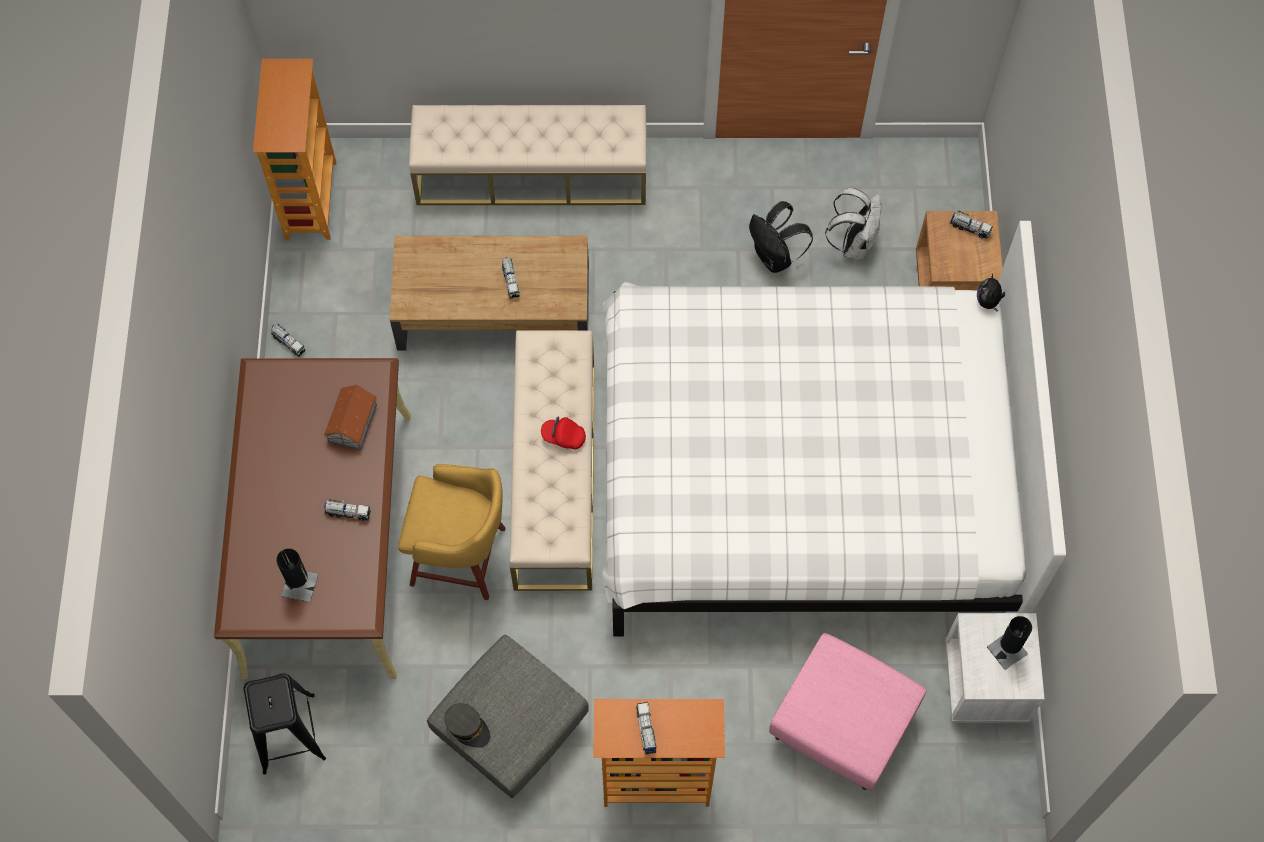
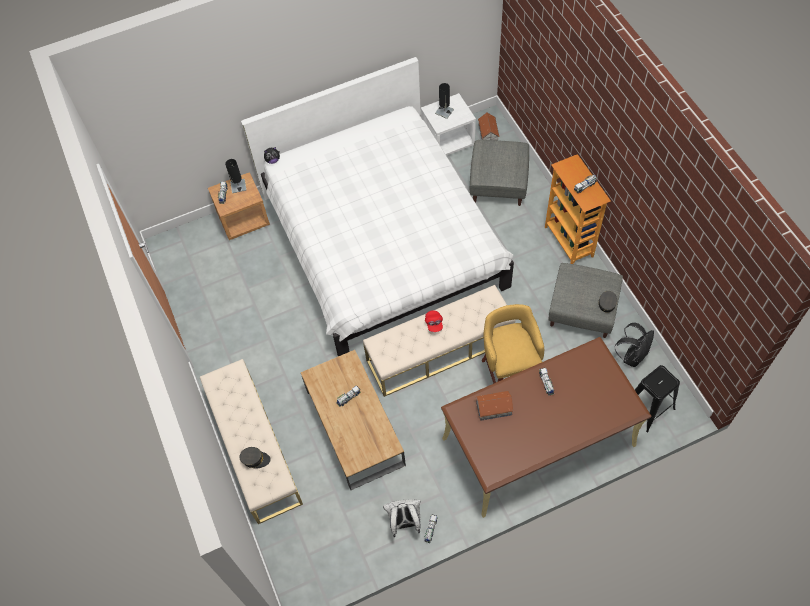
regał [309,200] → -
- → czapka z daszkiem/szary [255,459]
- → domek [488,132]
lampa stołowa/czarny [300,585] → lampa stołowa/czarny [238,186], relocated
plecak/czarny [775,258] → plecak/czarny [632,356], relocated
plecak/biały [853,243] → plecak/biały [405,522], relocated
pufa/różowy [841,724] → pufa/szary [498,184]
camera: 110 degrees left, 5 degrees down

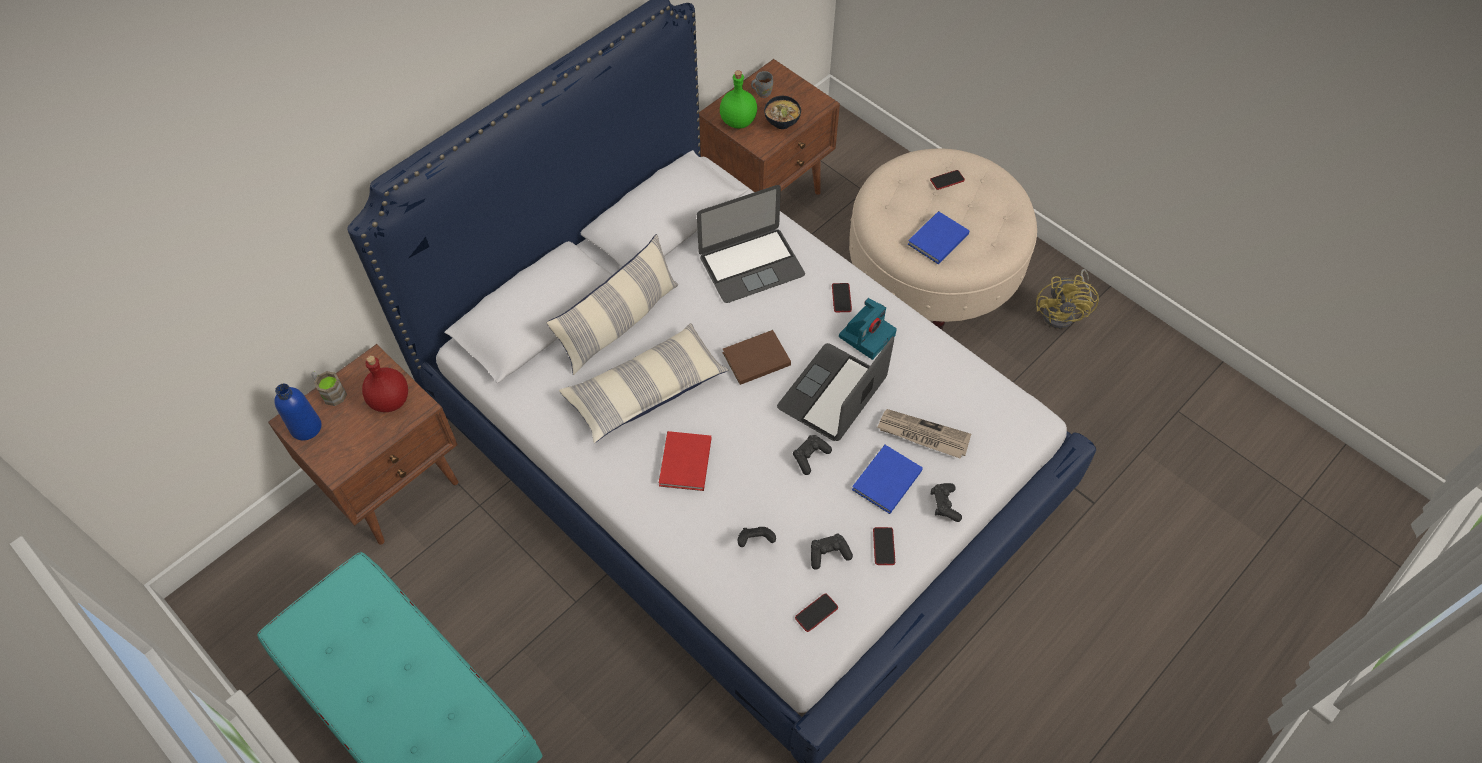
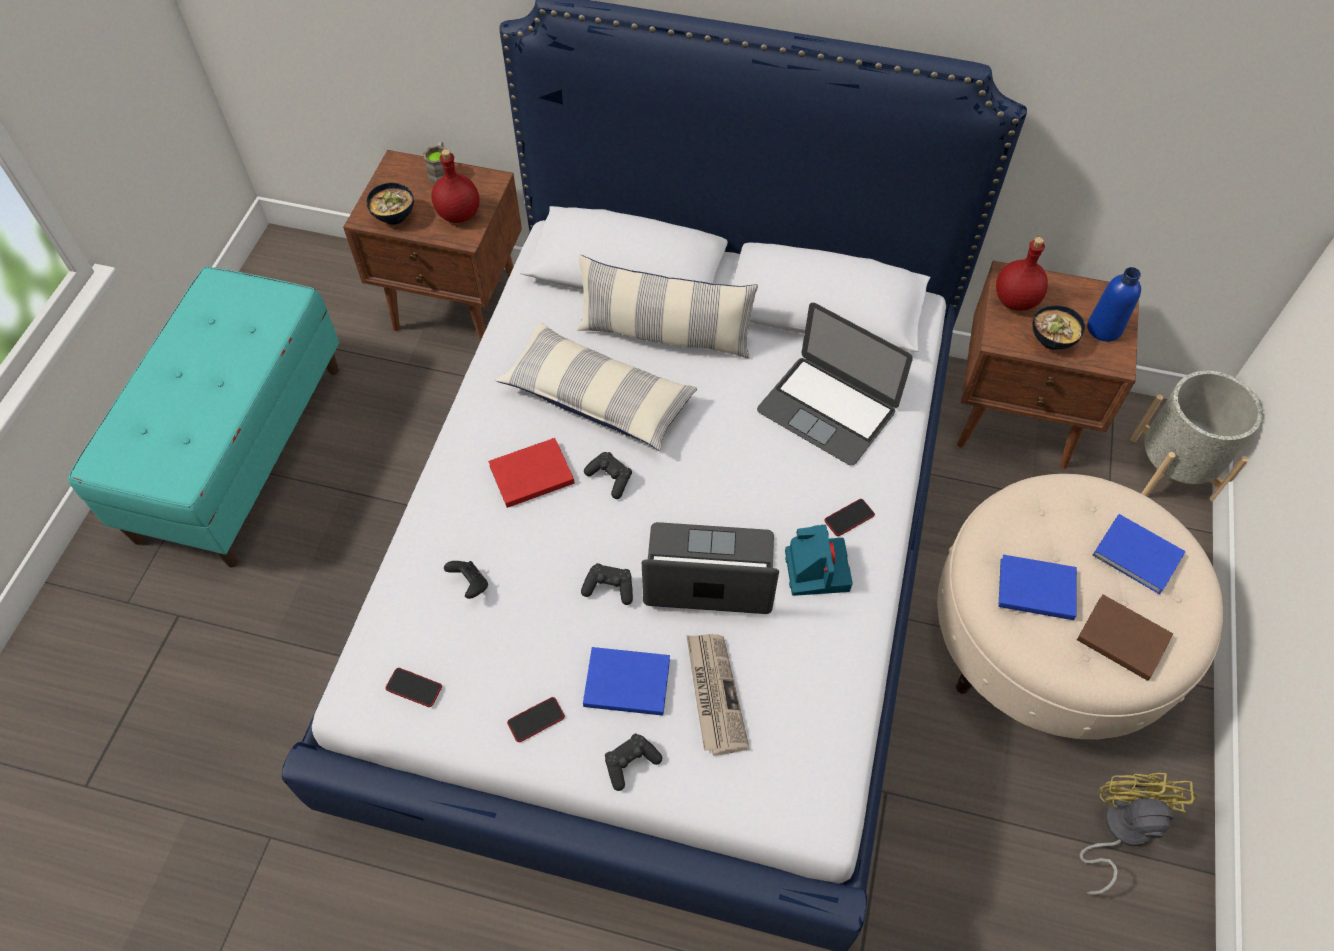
kubek/szary [762,92] → -
- → miska [395,215]
- → donica/szary [1172,468]
butelka/niebieski [306,427] → butelka/niebieski [1104,329], relocated
książka/brązowy [754,359] → książka/brązowy [1121,636], relocated
pad do gier/czarny [828,554] → pad do gier/czarny [610,478], relocated
telefon [947,180] → książka/niebieski [1138,557]
butelka/zielony [737,122] → butelka/czerwony [1014,300]
aparat fotograficzny [867,335] → aparat fotograficzny [816,568], 105 degrees counterclockwise
wentylator/żółty [1063,313] → wentylator/żółty [1119,829], 120 degrees clockwise
camera: 60 degrees right, 0 degrees up

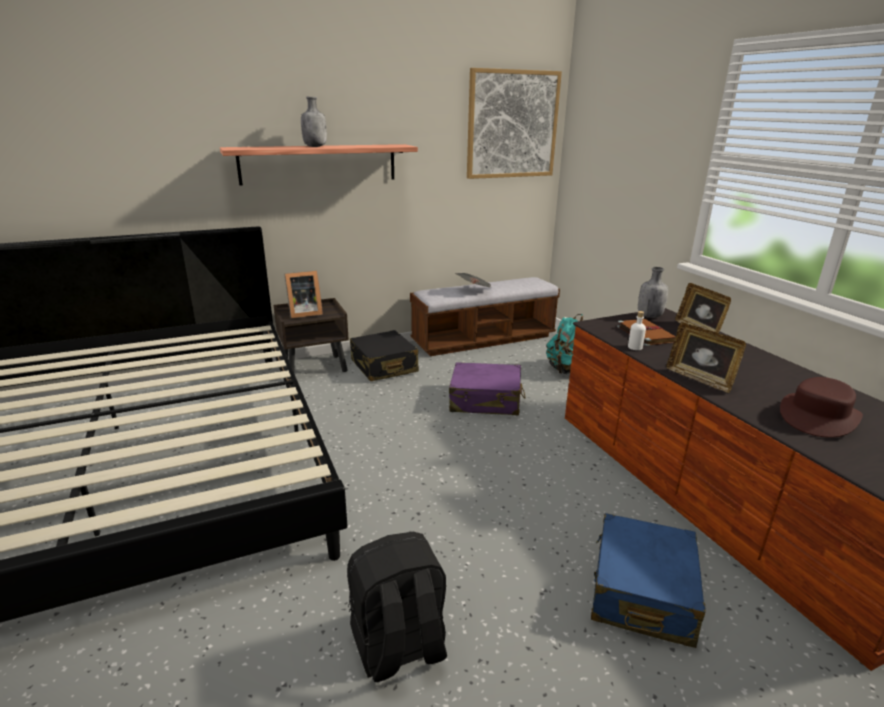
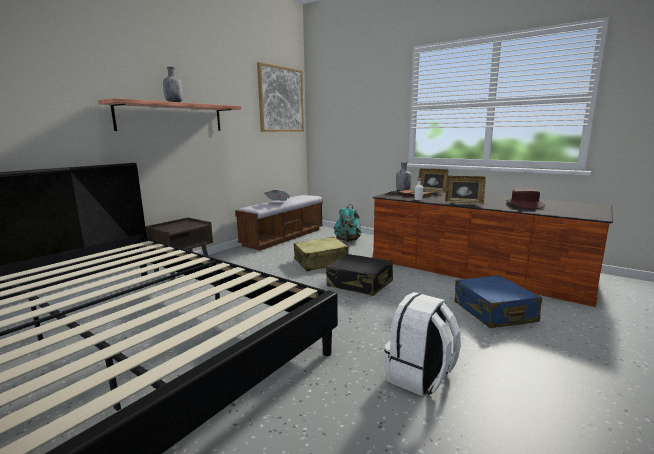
ramka na zdjęcie [303,313] → -
walizka/czarny [384,366] → walizka/czarny [360,284], relocated
plecak/czarny [398,647] → plecak/biały [420,377]
walizka/fioletowy [486,400] → walizka/beżowy [321,262]
camera: 30 degrees left, 10 degrees down

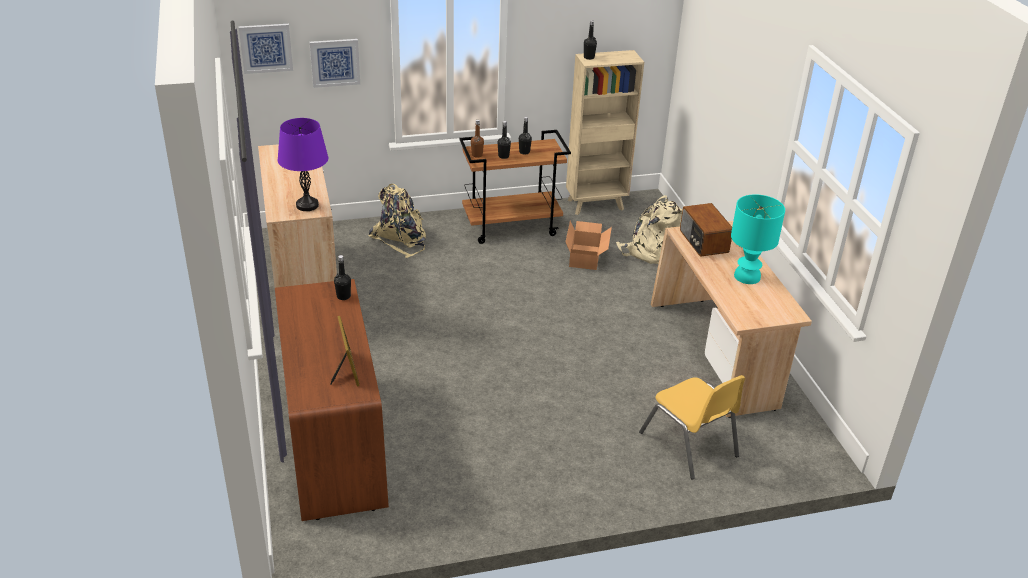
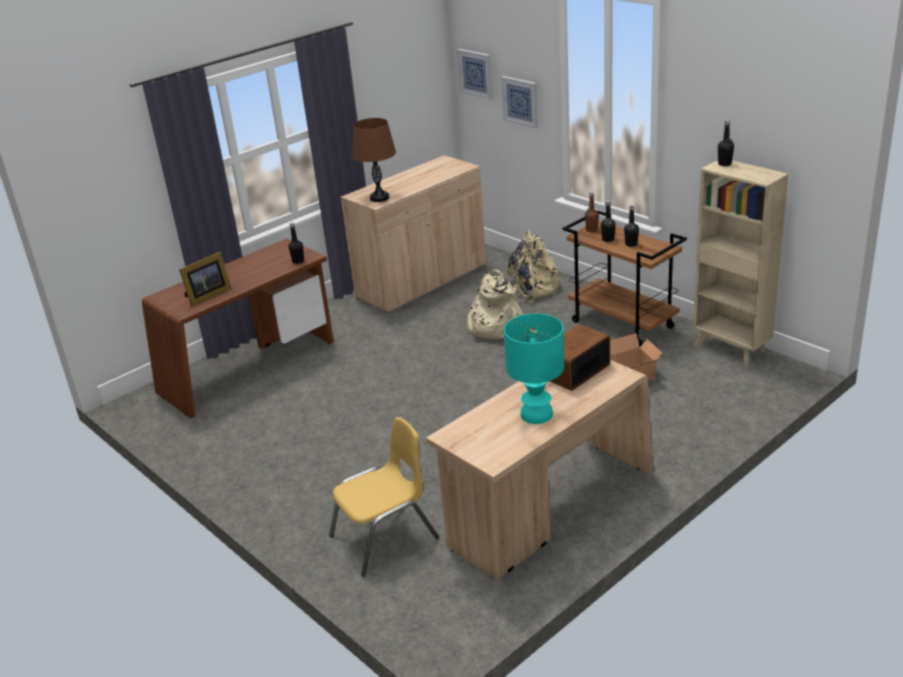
plecak/beżowy [651,251] → plecak/beżowy [493,327], relocated
lampa stołowa/fioletowy [307,205] → lampa stołowa/brązowy [379,198]
krzesło/żółty [689,444] → krzesło/żółty [385,538], 150 degrees counterclockwise
camera: 65 degrees right, 5 degrees down

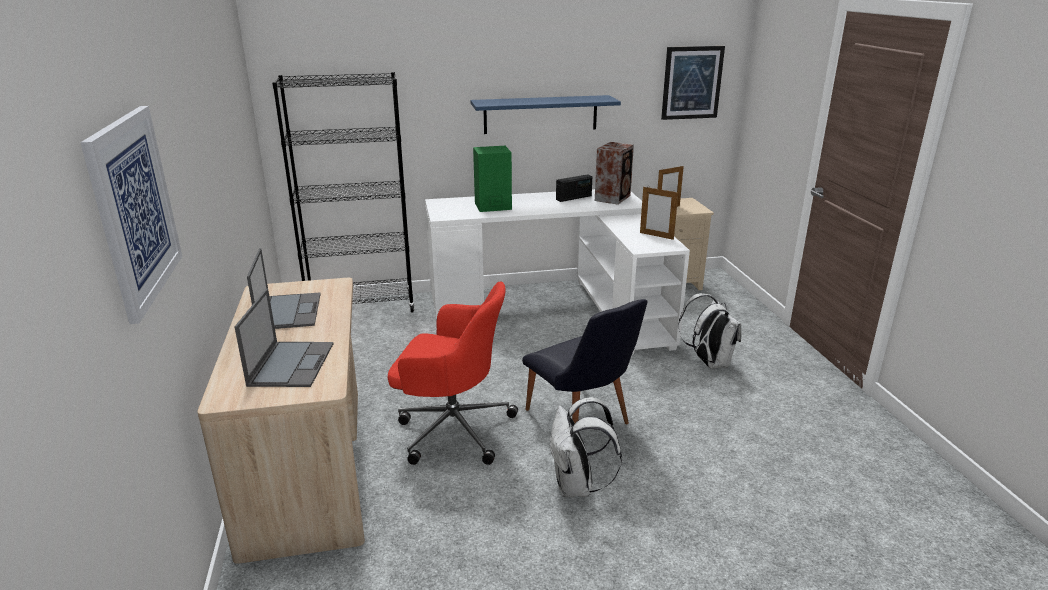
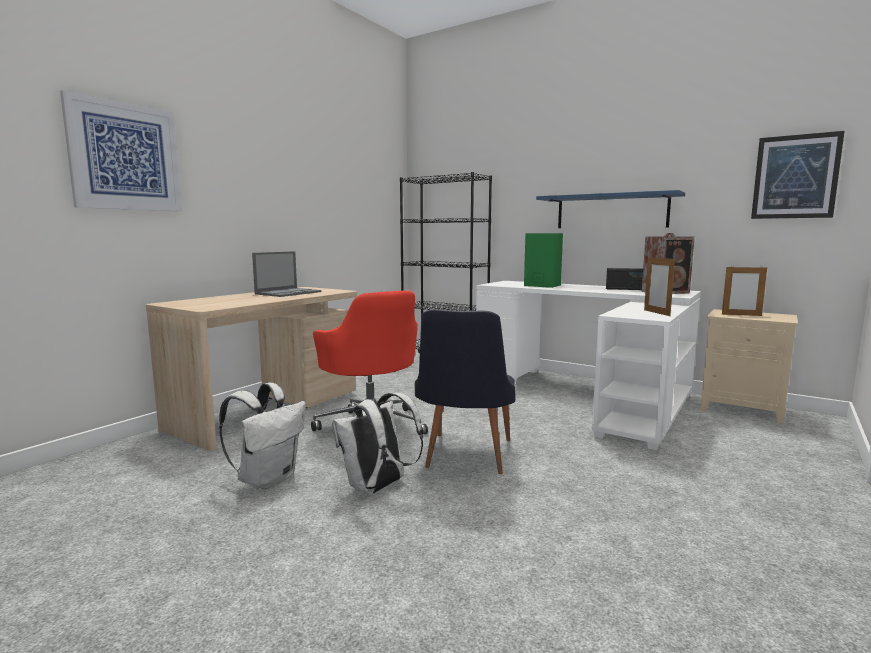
laptop [291,363] → -
plecak/biały [708,362] → plecak/biały [268,479], relocated
camera: 45 degrees right, 15 degrees down

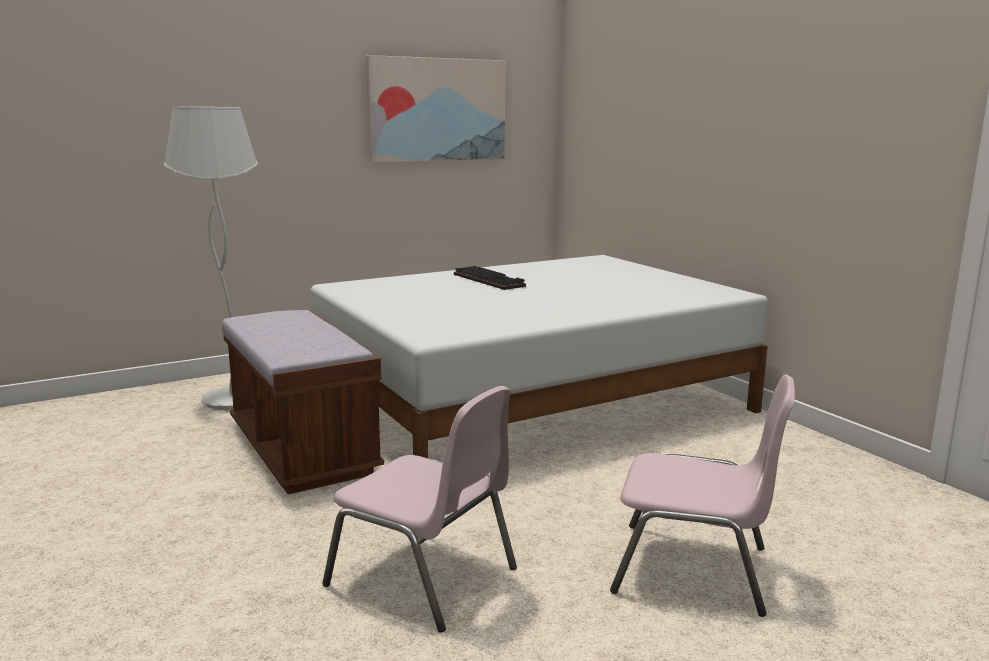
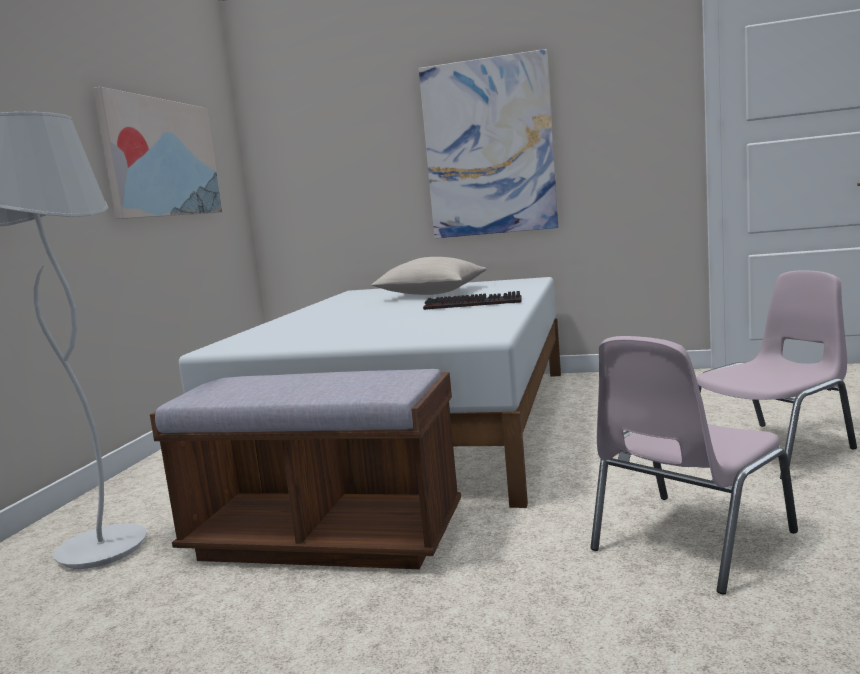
- → poduszka/beżowy [432,293]
- → obraz [489,148]
klawiatura [491,280] → klawiatura [474,303], relocated
krzesło/różowy [425,577] → krzesło/różowy [688,541], 150 degrees clockwise
camera: 45 degrees left, 5 degrees down

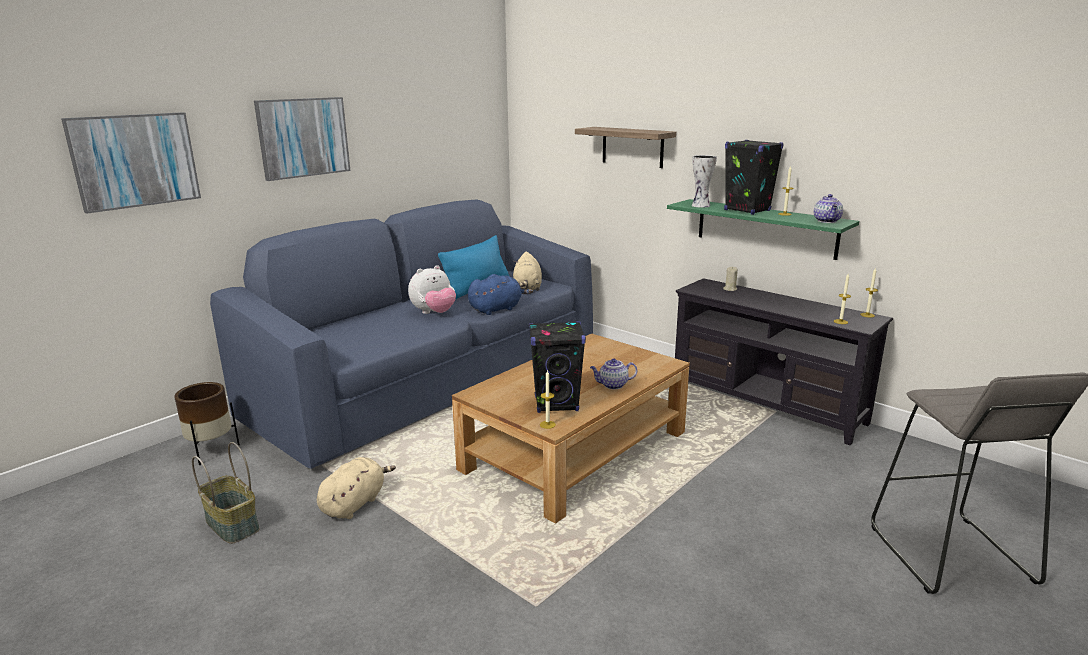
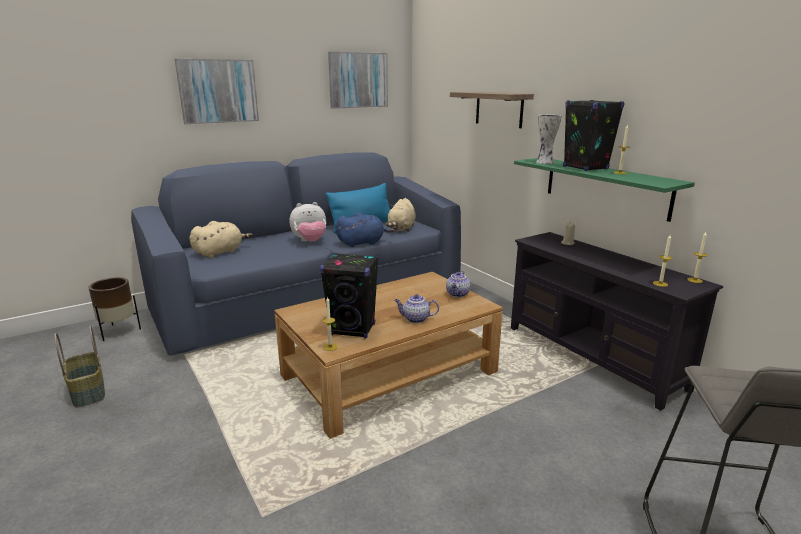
obraz [134,160] → obraz [358,80], relocated
pluszak/beżowy [355,503] → pluszak/beżowy [220,252], relocated
imbryk [827,221] → imbryk [458,294], relocated
camera: 15 degrees right, 0 degrees up

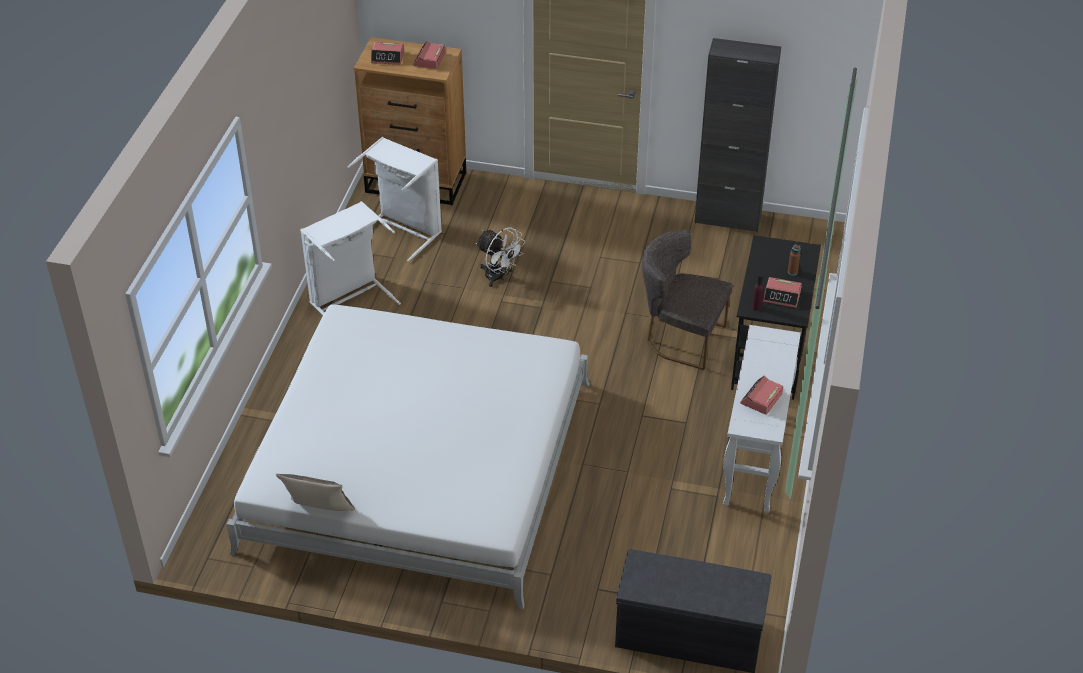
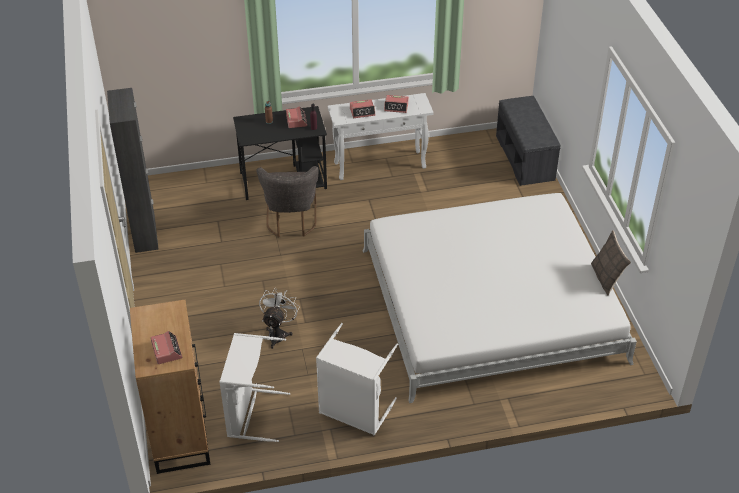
budzik [429,60] → budzik [362,112], relocated
camera: 115 degrees left, 0 degrees up

